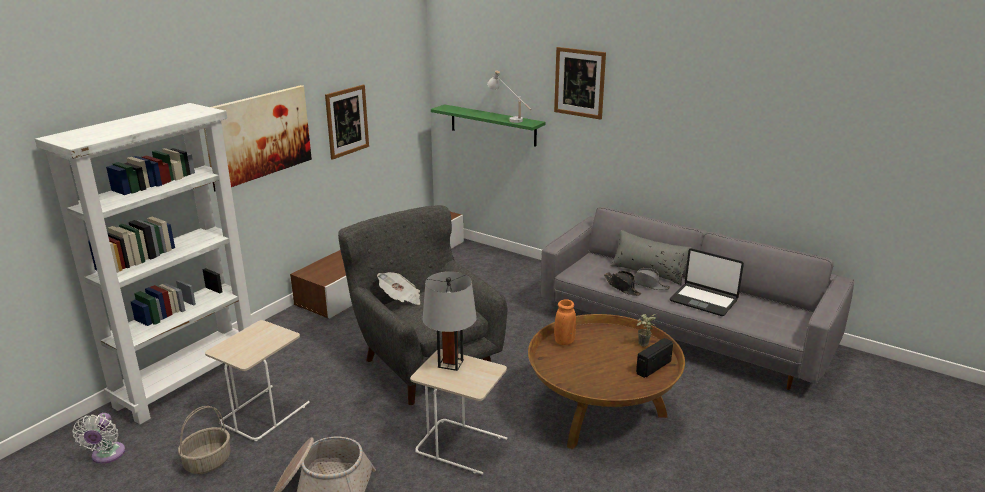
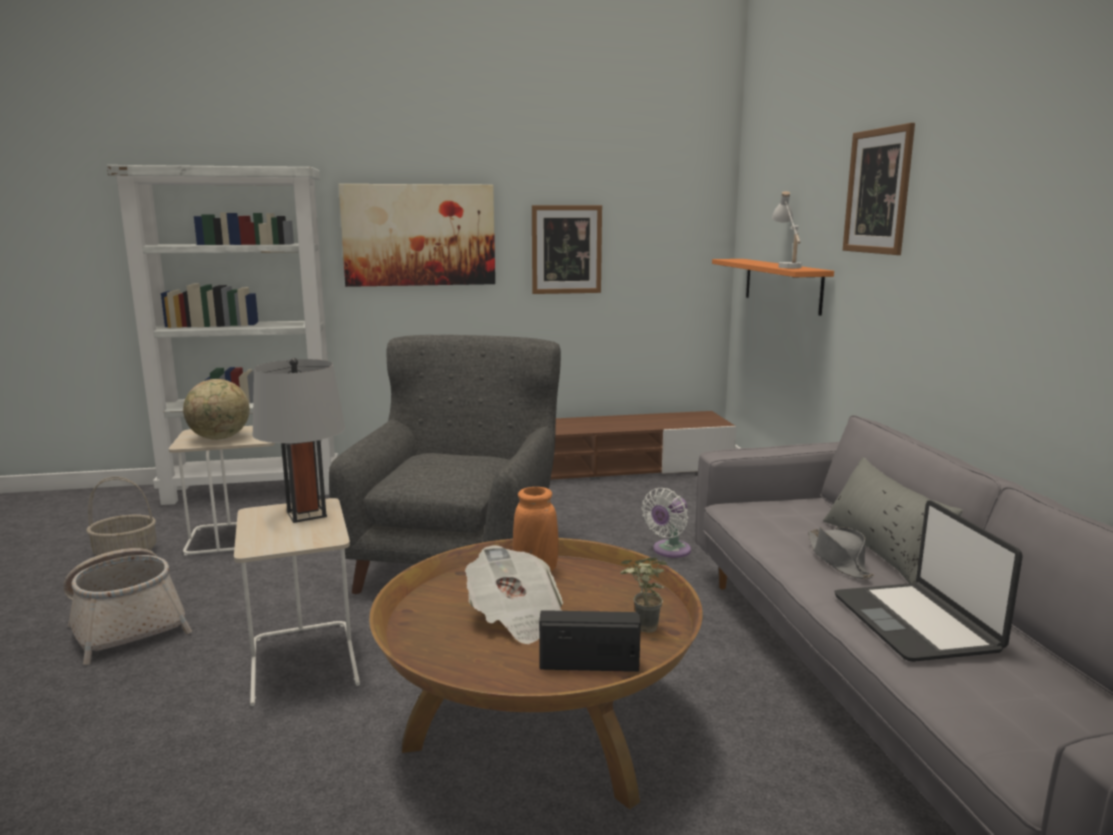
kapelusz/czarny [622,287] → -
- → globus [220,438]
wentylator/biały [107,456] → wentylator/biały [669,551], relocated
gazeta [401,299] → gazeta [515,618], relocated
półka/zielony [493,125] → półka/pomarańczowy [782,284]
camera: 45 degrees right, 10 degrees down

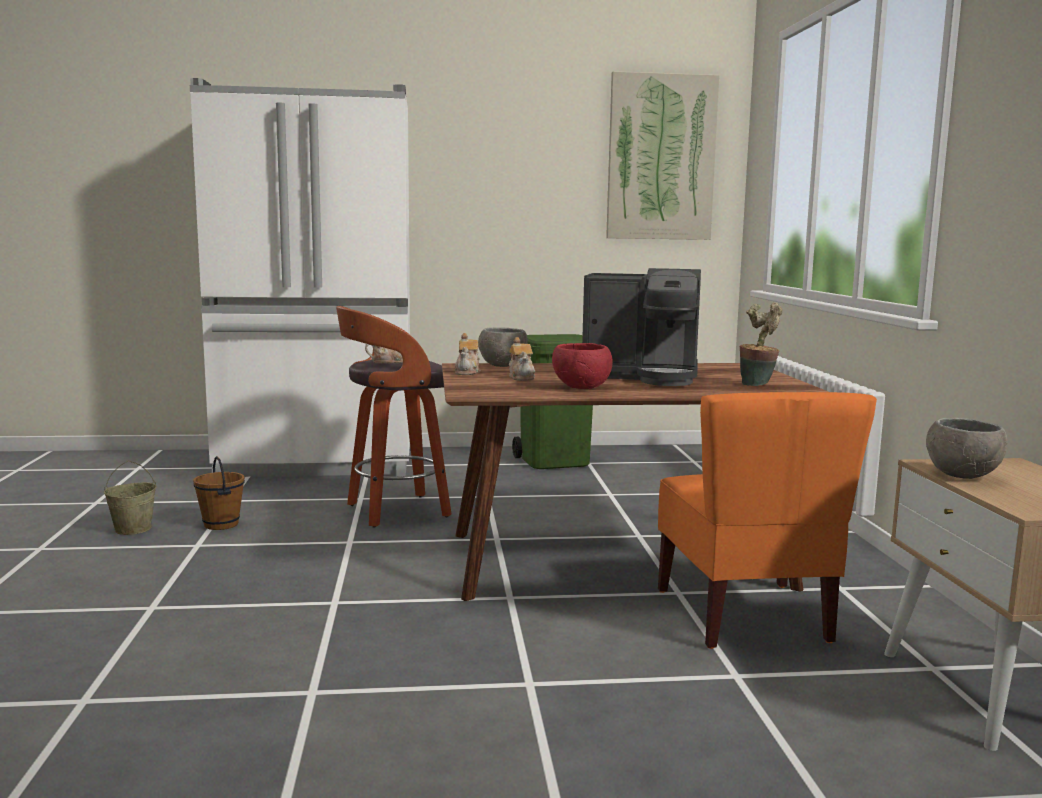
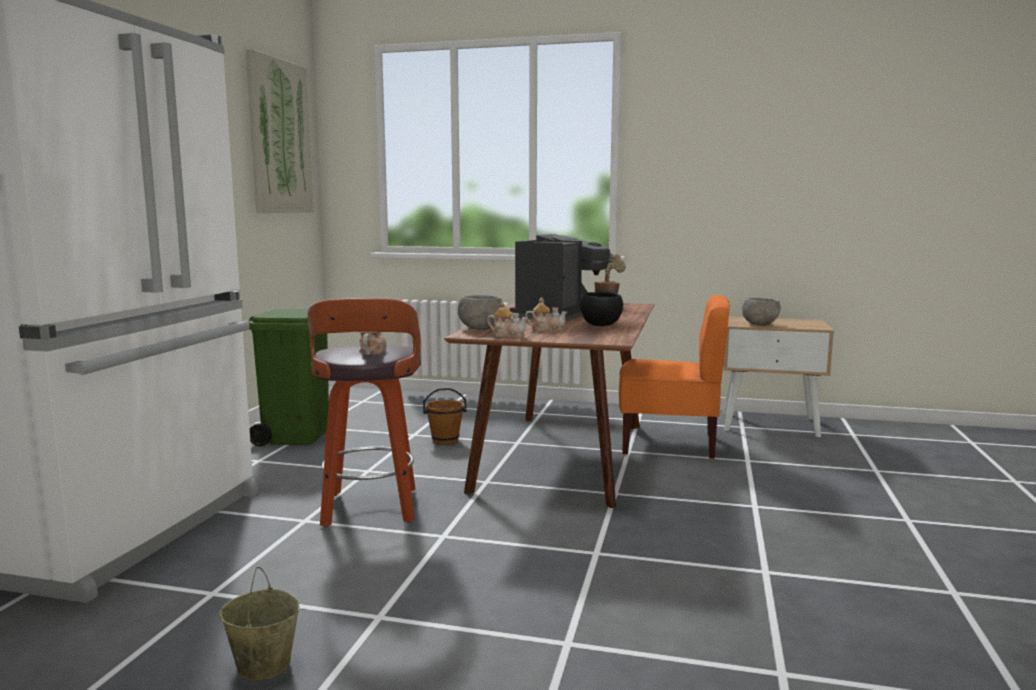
wiadro/brązowy [222,524] → wiadro/brązowy [445,440], relocated
miska/czerwony [582,388] → miska/czarny [601,325]
camera: 70 degrees left, 0 degrees up

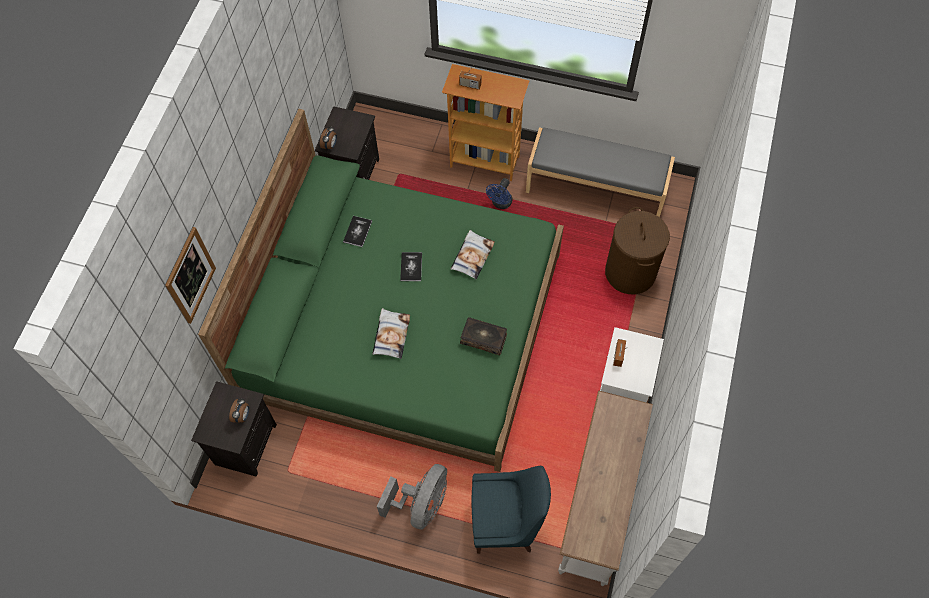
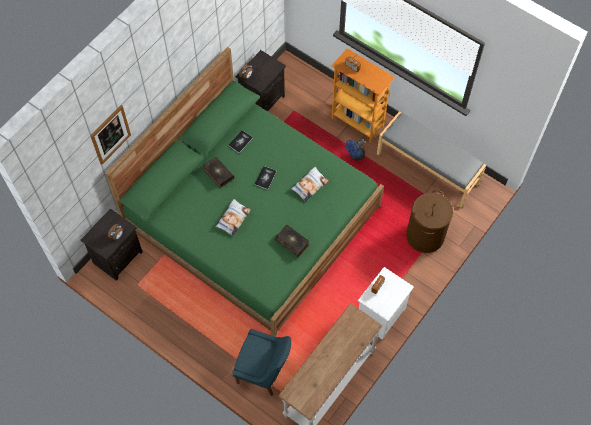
wentylator/szary [421,504] → -
- → książka [218,174]
camera: 20 degrees right, 0 degrees up

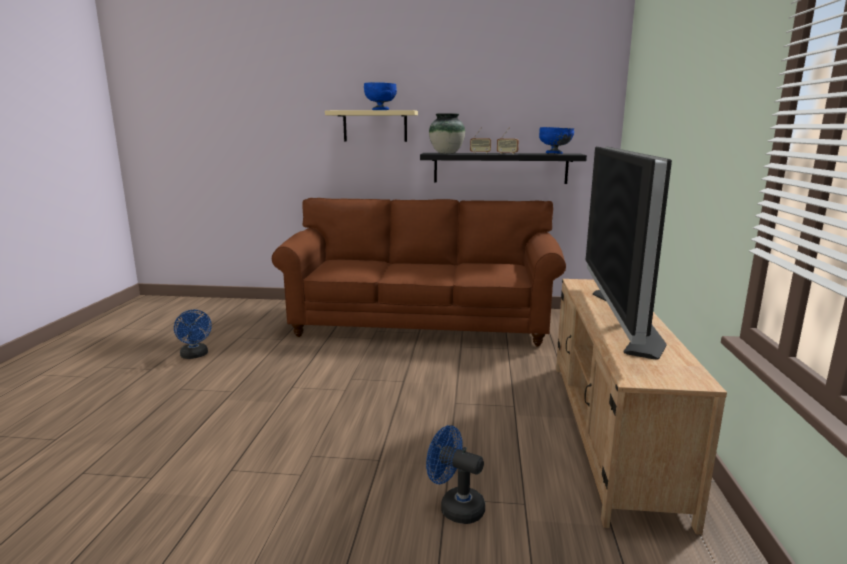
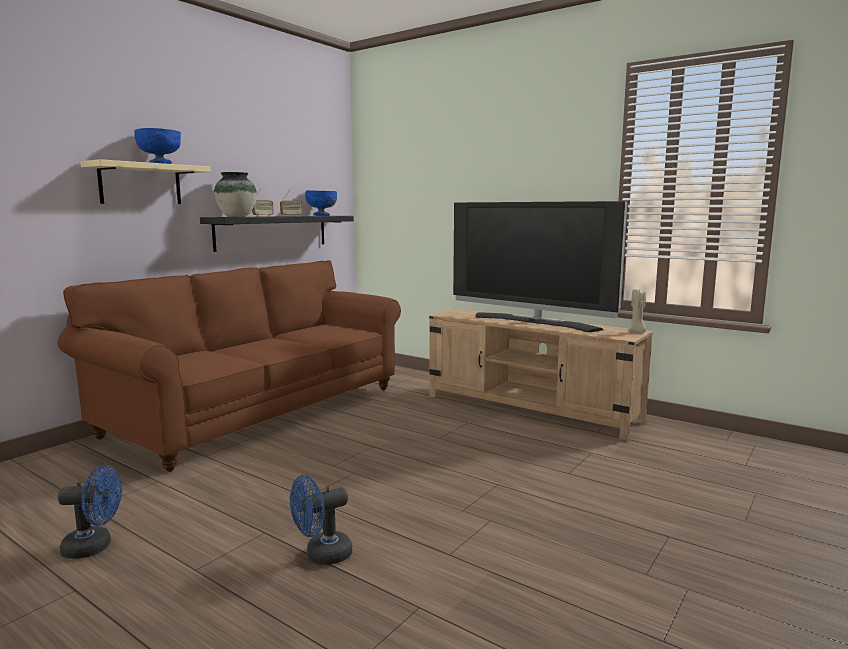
- → świeca/beżowy [636,332]
wentylator/niebieski [455,507] → wentylator/niebieski [322,555], relocated
camera: 60 degrees left, 5 degrees down

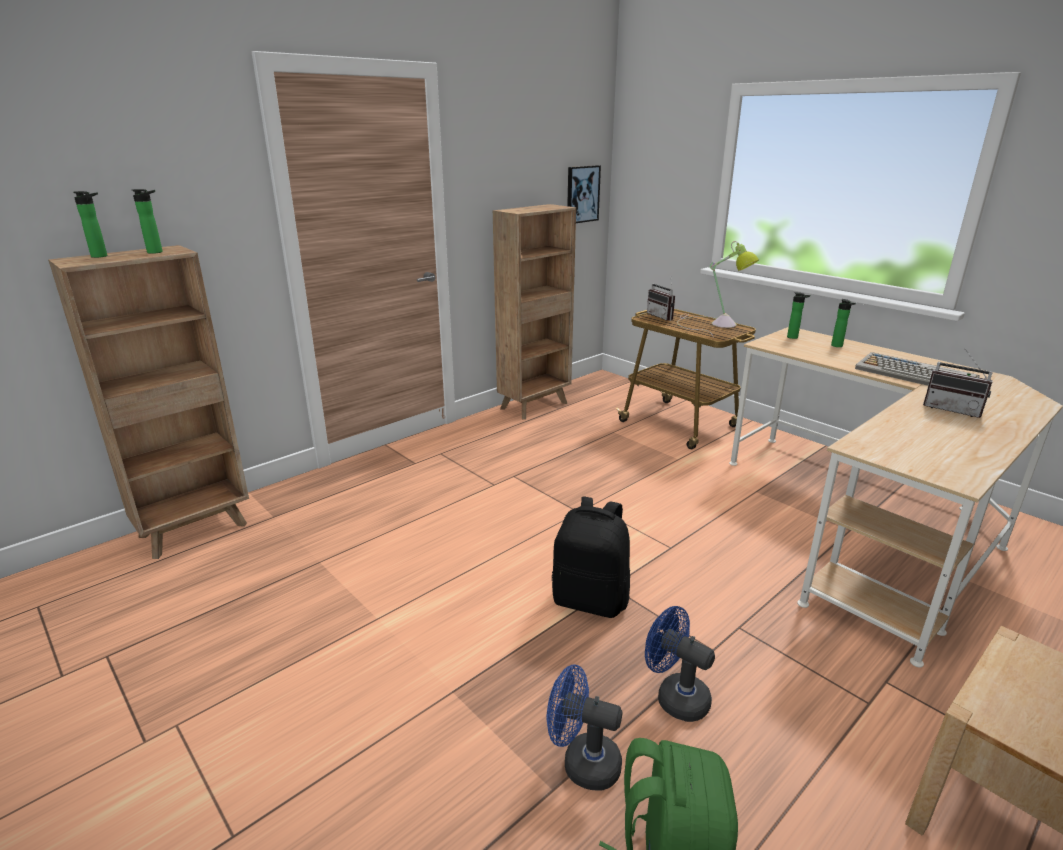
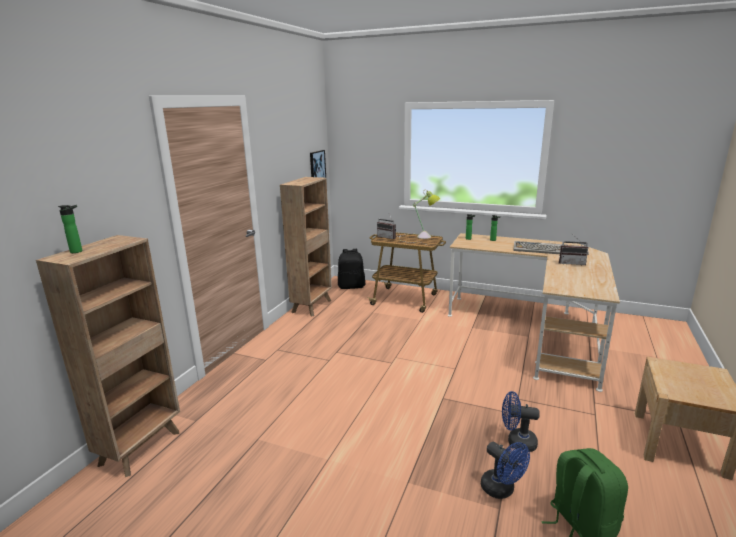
butelka [157,252] → -
plecak/czarny [591,600] → plecak/czarny [351,286], relocated
wentylator/niebieski [582,762] → wentylator/niebieski [502,490], 120 degrees counterclockwise
camera: 25 degrees left, 5 degrees down

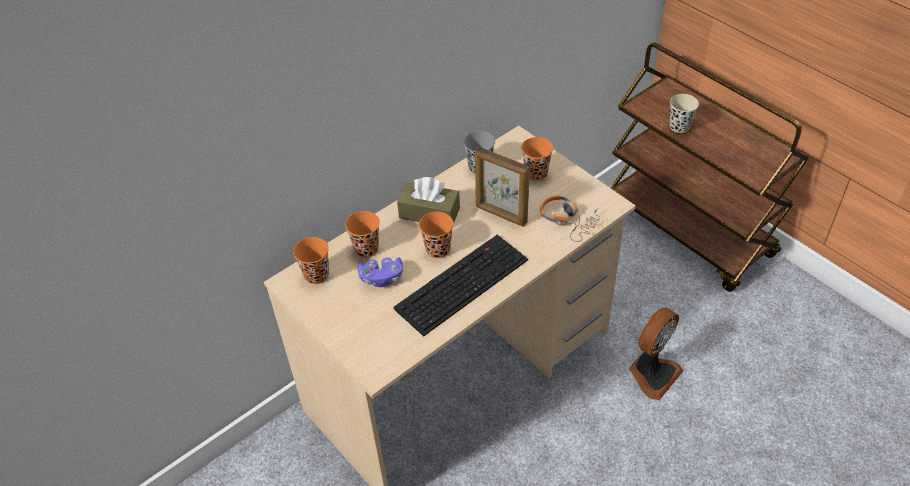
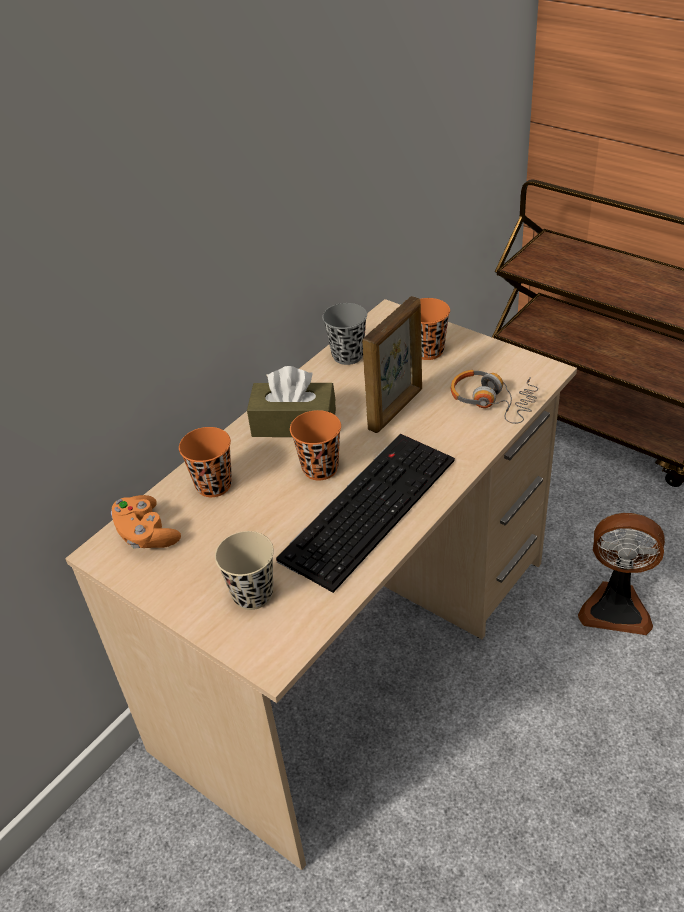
pad do gier/fioletowy [381,278] → -
filiżanka/beżowy [679,126] → filiżanka/beżowy [253,594], relocated
filiżanka/pomarańczowy [316,275] → pad do gier/pomarańczowy [146,534]
ramka na zdjęcie [501,215] → ramka na zdjęcie [396,409], 75 degrees counterclockwise
wentylator [652,373] → wentylator [616,607], 75 degrees clockwise
camera: 10 degrees left, 5 degrees down

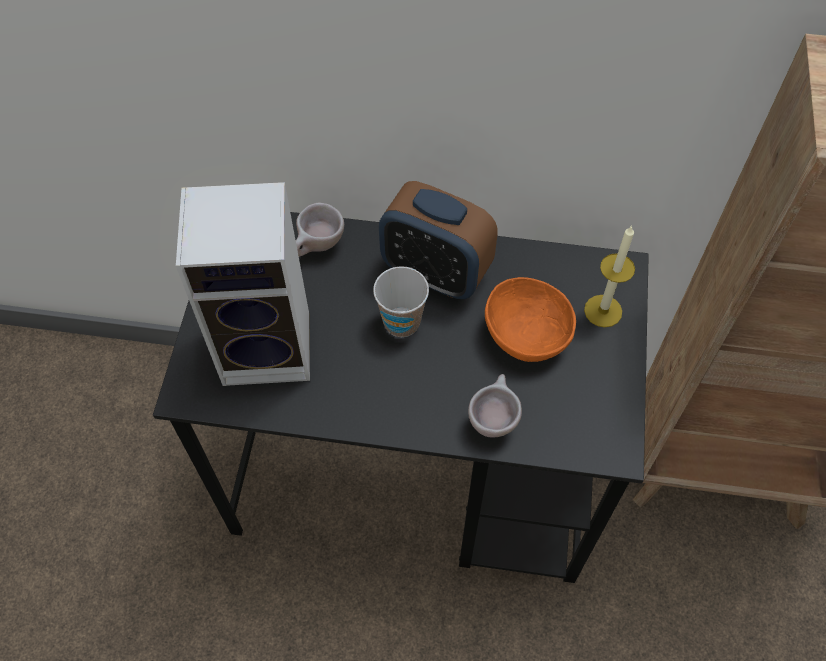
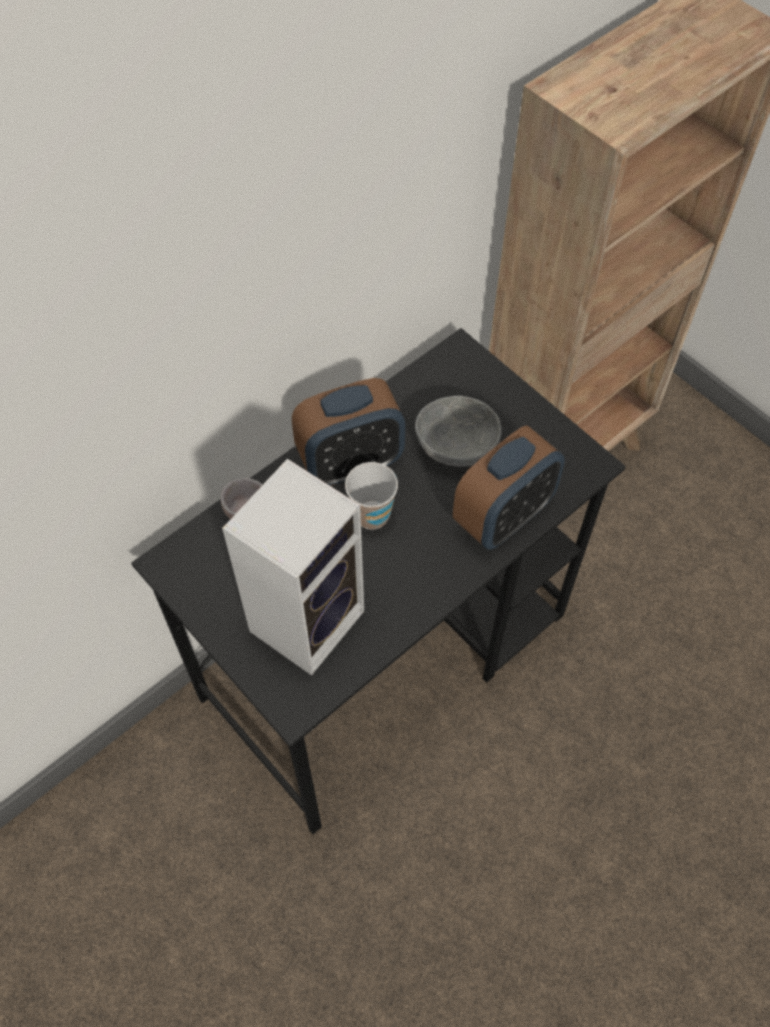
świeca [603,311] → -
filiżanka/beżowy [493,418] → budzik [503,516]
miska/pomarańczowy [527,333] → miska/szary [456,445]
camera: 50 degrees left, 0 degrees up

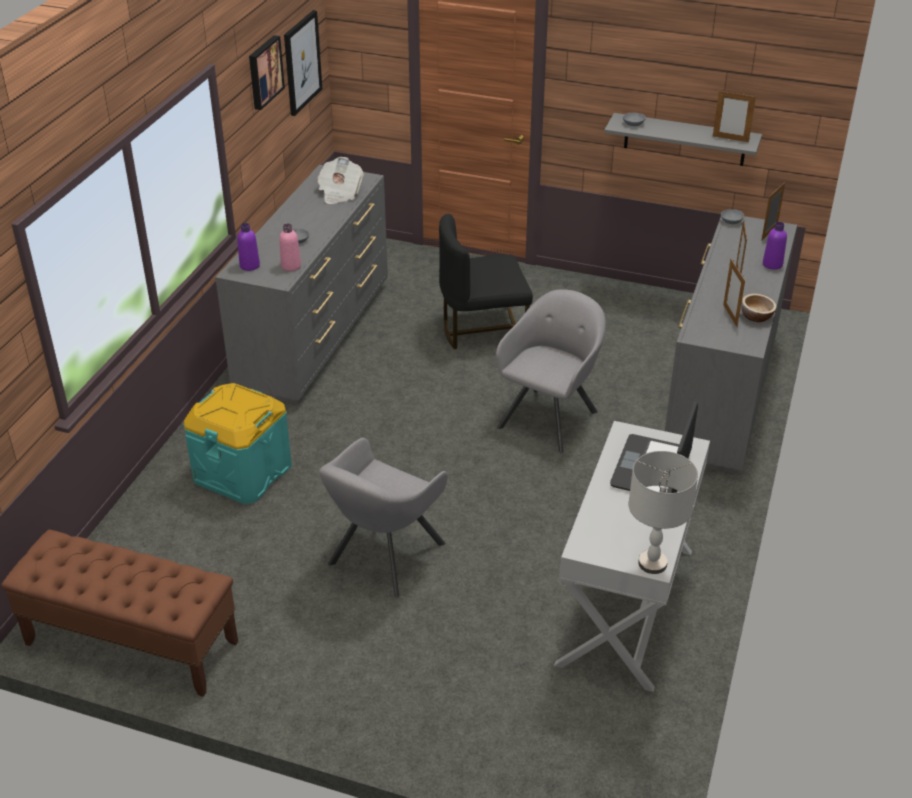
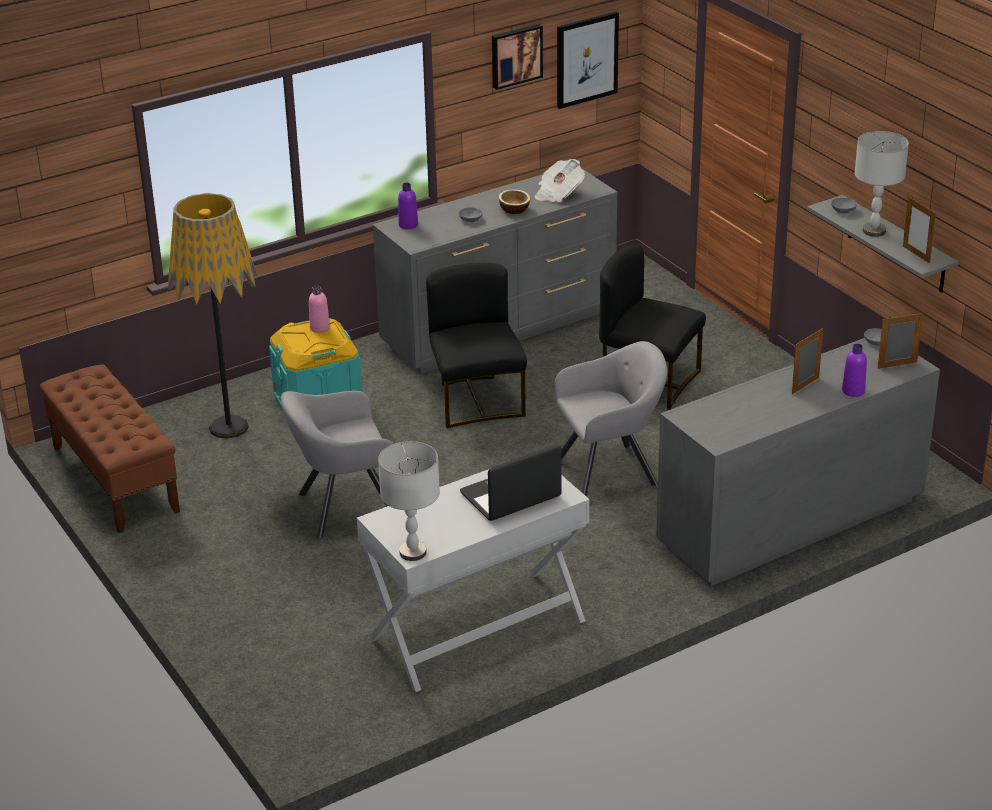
ramka na zdjęcie [730,315] → -
- → lampa stojąca [228,427]
- → krzesło/czarny [477,400]
- → lampa stołowa/szary [873,231]
butelka/różowy [291,266] → butelka/różowy [319,328], relocated
miska [756,316] → miska [514,209], relocated
camera: 40 degrees right, 5 degrees down

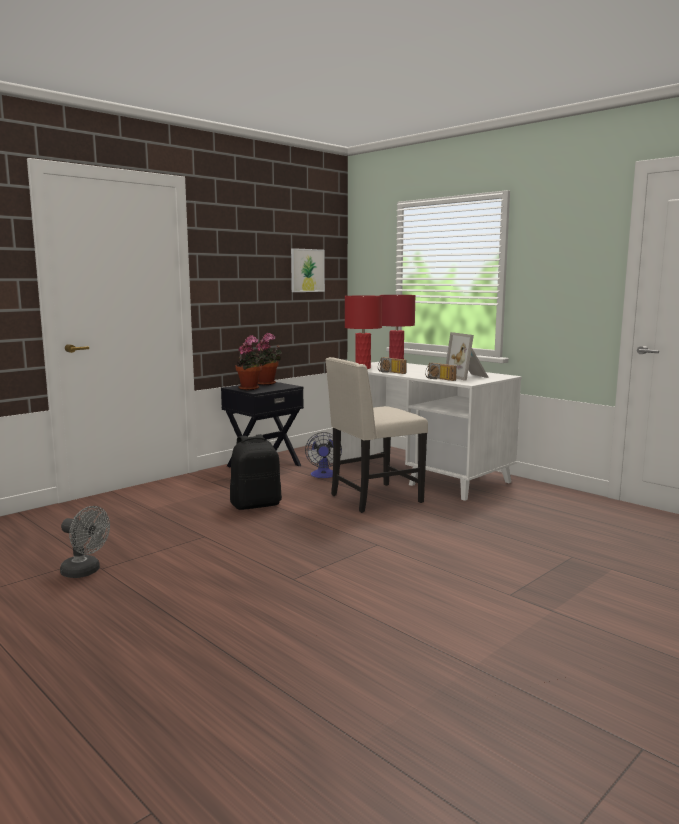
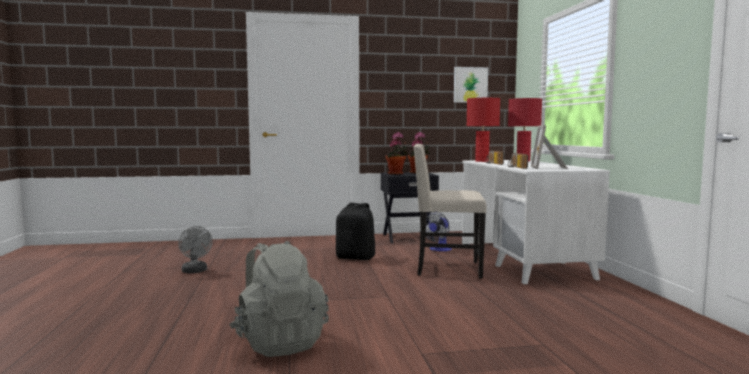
- → plecak/szary [279,342]
camera: 35 degrees right, 5 degrees down

